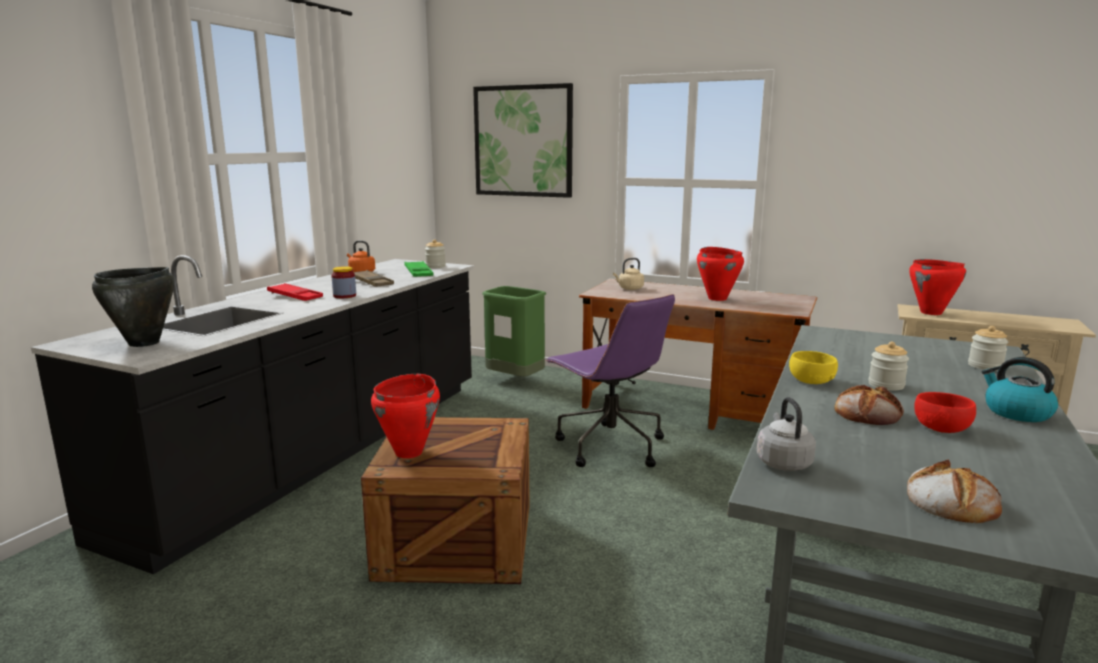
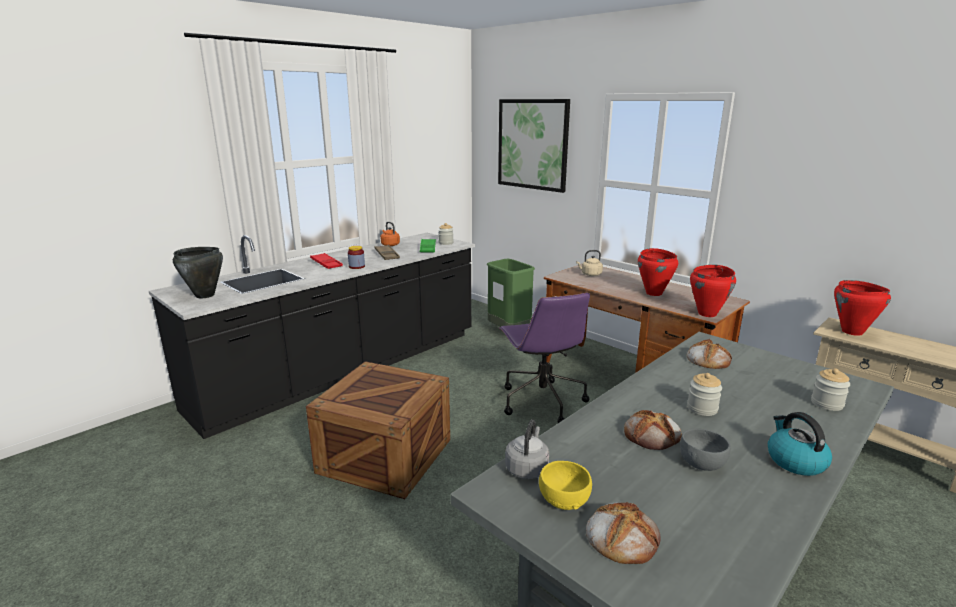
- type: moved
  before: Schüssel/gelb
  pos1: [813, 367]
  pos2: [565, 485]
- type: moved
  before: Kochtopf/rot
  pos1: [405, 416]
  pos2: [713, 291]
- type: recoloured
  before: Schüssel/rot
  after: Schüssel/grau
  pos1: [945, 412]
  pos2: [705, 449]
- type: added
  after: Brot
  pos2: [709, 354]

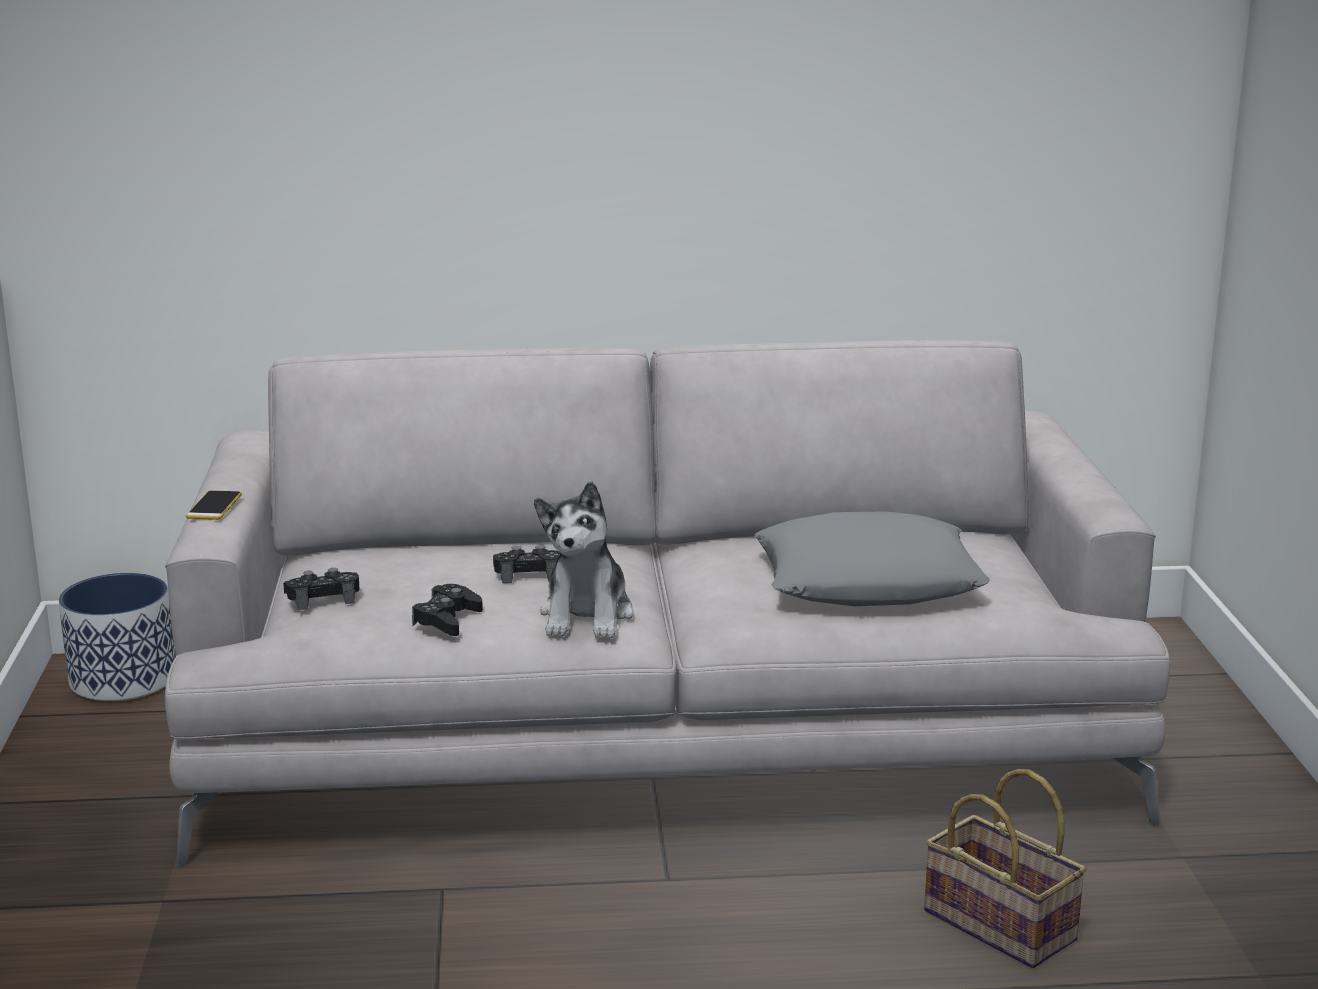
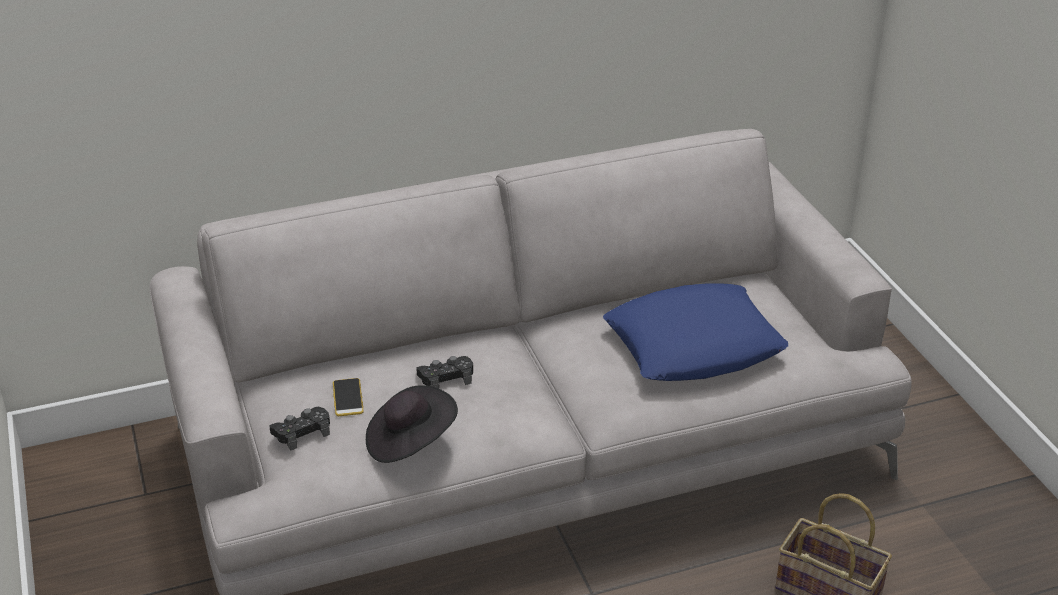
- type: removed
  before: Plüschtier
  pos1: [584, 559]
- type: moved
  before: Handy
  pos1: [214, 505]
  pos2: [348, 397]
- type: recoloured
  before: Kissen/grau
  after: Kissen/blau
  pos1: [872, 558]
  pos2: [695, 332]
- type: removed
  before: Pflanzkübel
  pos1: [117, 637]
- type: replaced
  before: Gamepad/schwarz
  after: Hut/schwarz
  pos1: [447, 610]
  pos2: [412, 424]

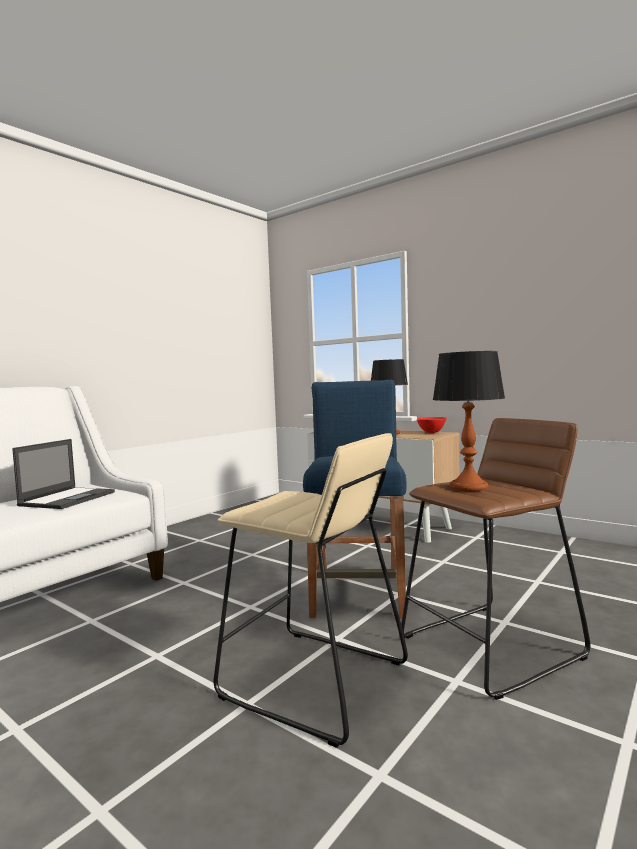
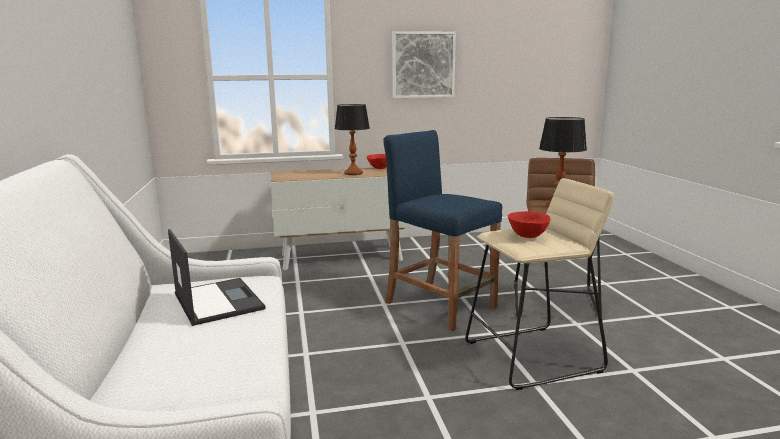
- type: added
  after: Bild
  pos2: [424, 64]
- type: added
  after: Schüssel/rot
  pos2: [529, 224]

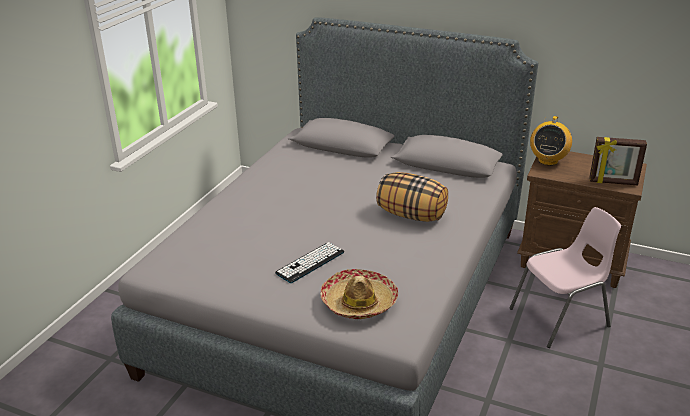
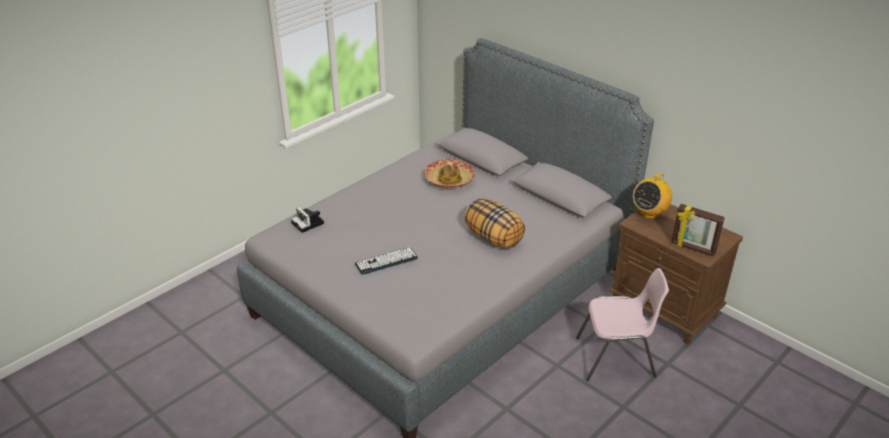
- type: moved
  before: Hut
  pos1: [359, 294]
  pos2: [449, 173]
- type: added
  after: Kamera
  pos2: [307, 220]

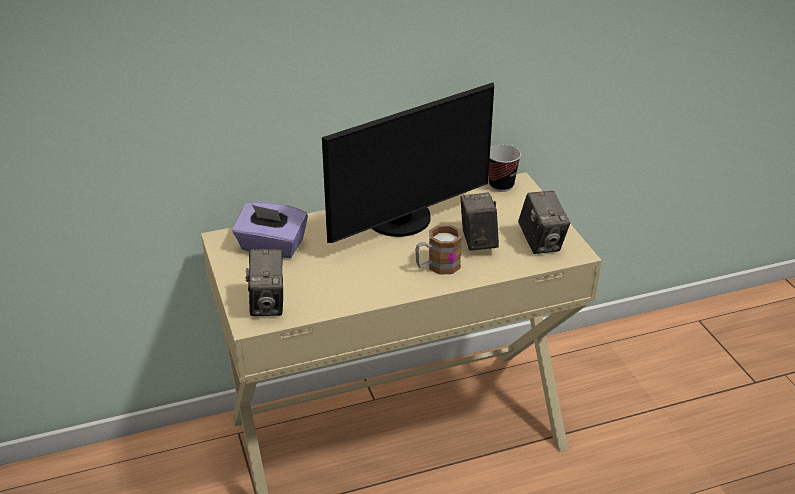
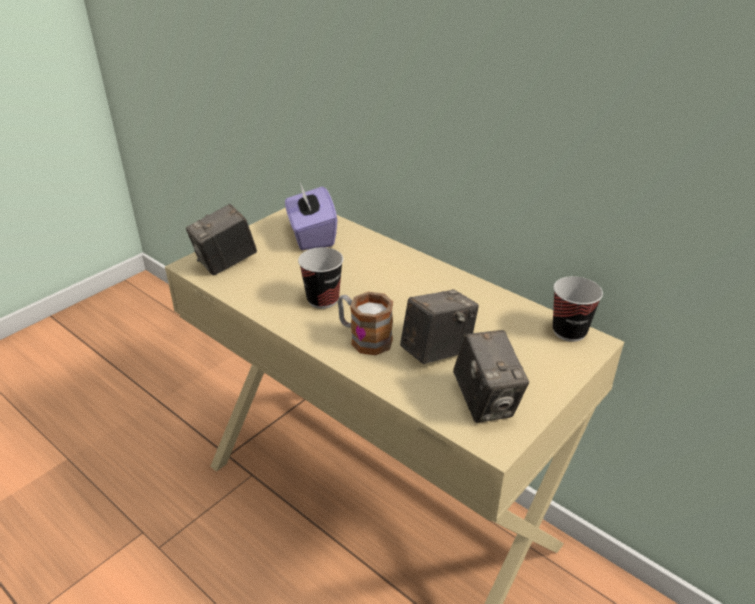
- type: removed
  before: Monitor
  pos1: [408, 162]
- type: turned
  before: Kamera
  pos1: [544, 222]
  pos2: [491, 376]
  turn: -60
- type: added
  after: Tasse
  pos2: [320, 278]

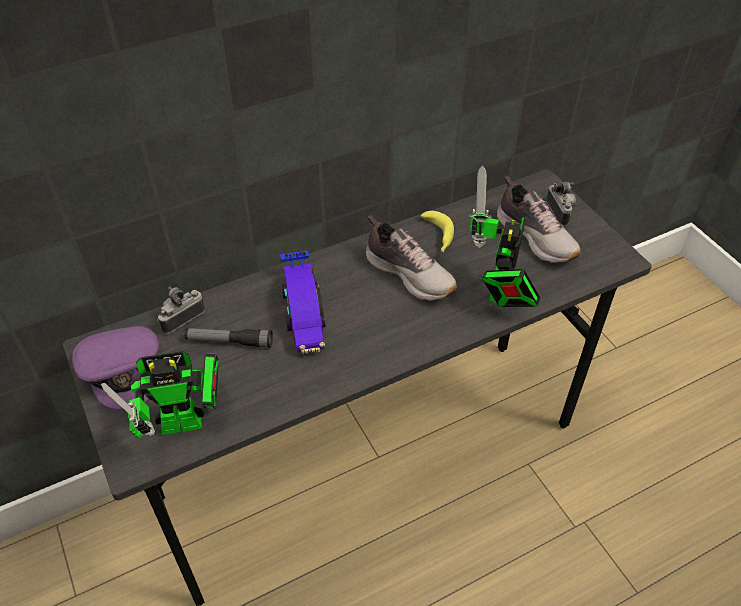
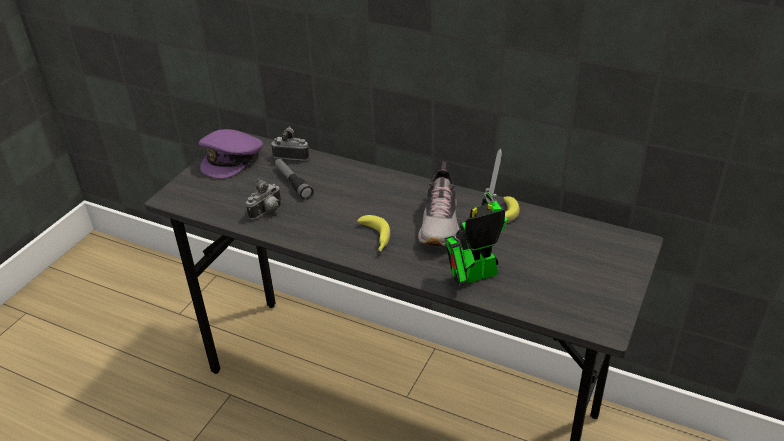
- type: removed
  before: Schuh
  pos1: [539, 219]
- type: moved
  before: Kamera
  pos1: [561, 204]
  pos2: [263, 199]
- type: removed
  before: Spielzeugauto
  pos1: [303, 302]
- type: removed
  before: Spielzeugroboter
  pos1: [160, 395]
- type: added
  after: Banane
  pos2: [373, 233]

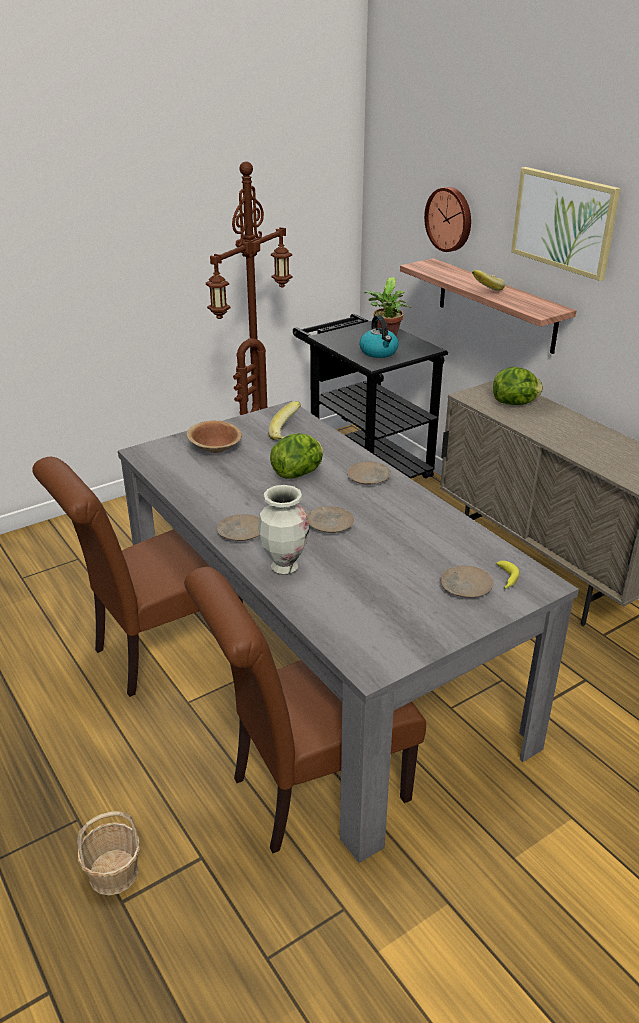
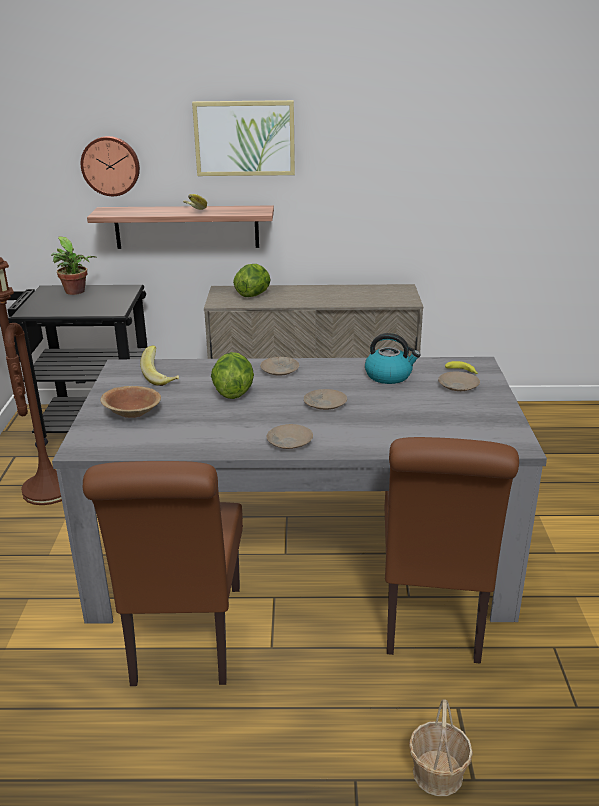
- type: moved
  before: Wasserkessel
  pos1: [379, 336]
  pos2: [393, 358]
- type: removed
  before: Vase
  pos1: [283, 530]

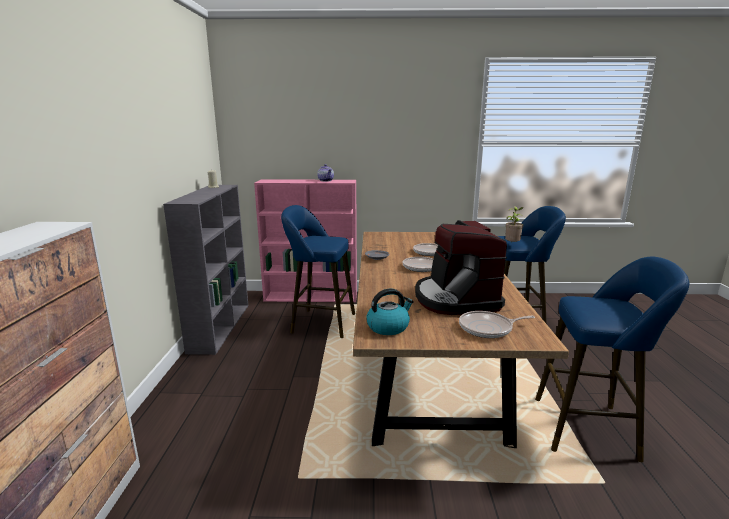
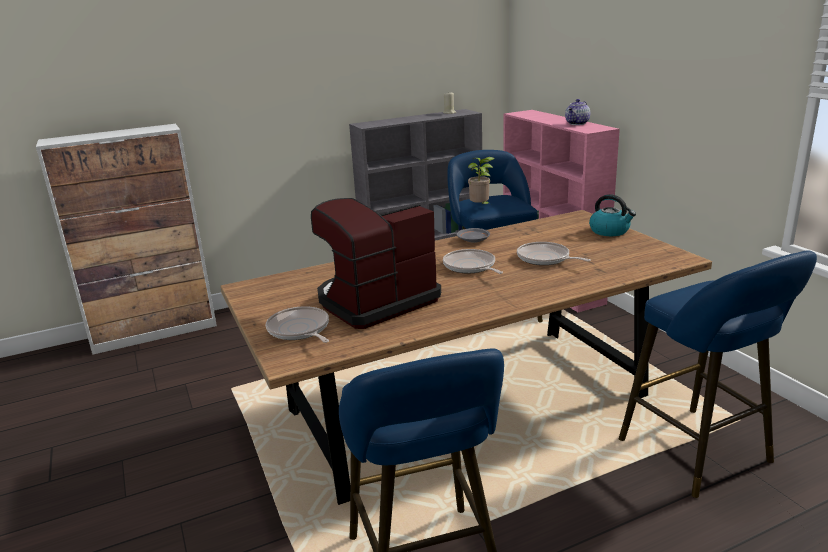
- type: moved
  before: Topfpflanze
  pos1: [514, 224]
  pos2: [481, 180]
- type: moved
  before: Wasserkessel
  pos1: [390, 311]
  pos2: [612, 215]

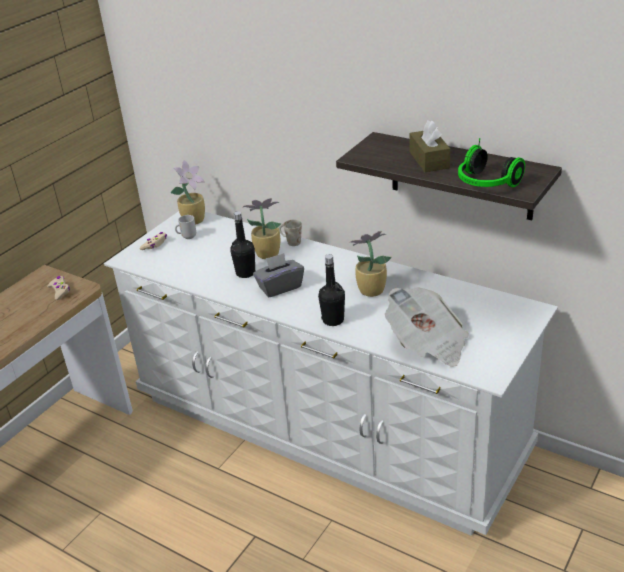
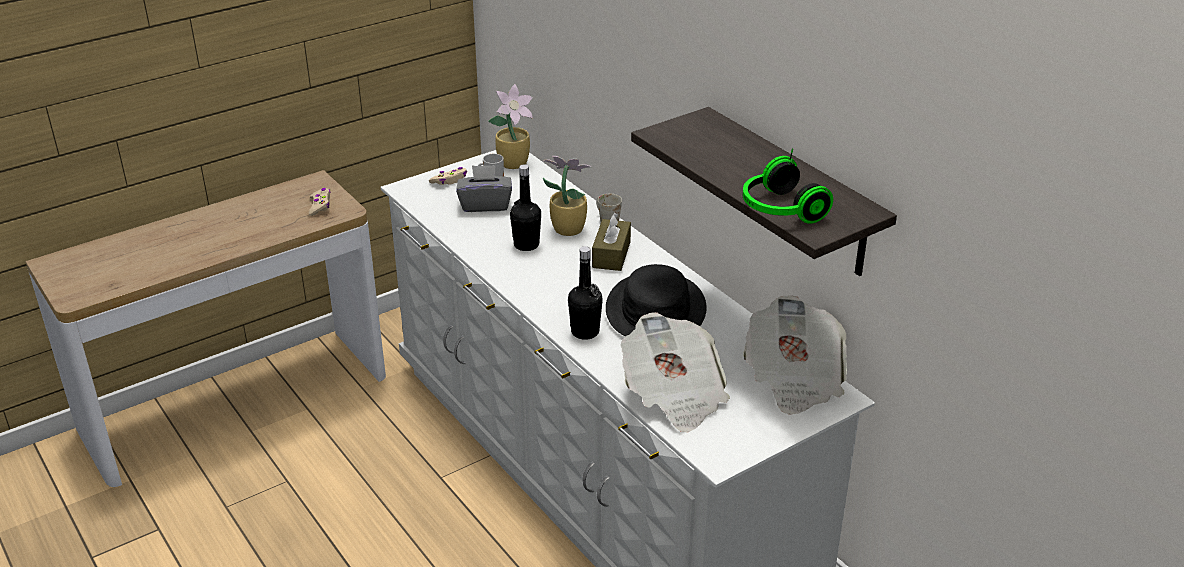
- type: moved
  before: Taschentuchbox/braun
  pos1: [430, 146]
  pos2: [611, 242]
- type: replaced
  before: Topfpflanze
  after: Hut/schwarz
  pos1: [370, 264]
  pos2: [656, 300]
- type: moved
  before: Taschentuchbox/grau
  pos1: [278, 275]
  pos2: [484, 188]
- type: added
  after: Zeitung
  pos2: [795, 355]

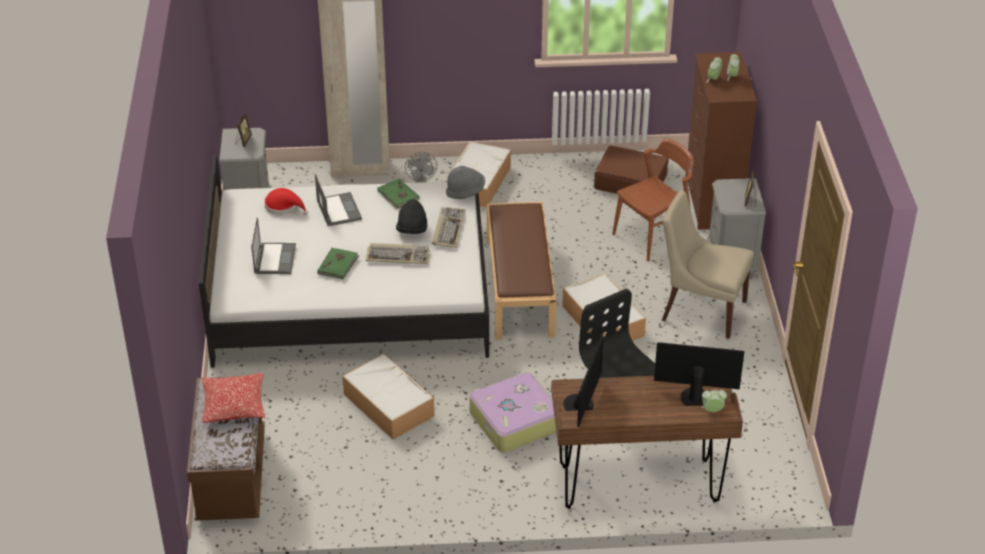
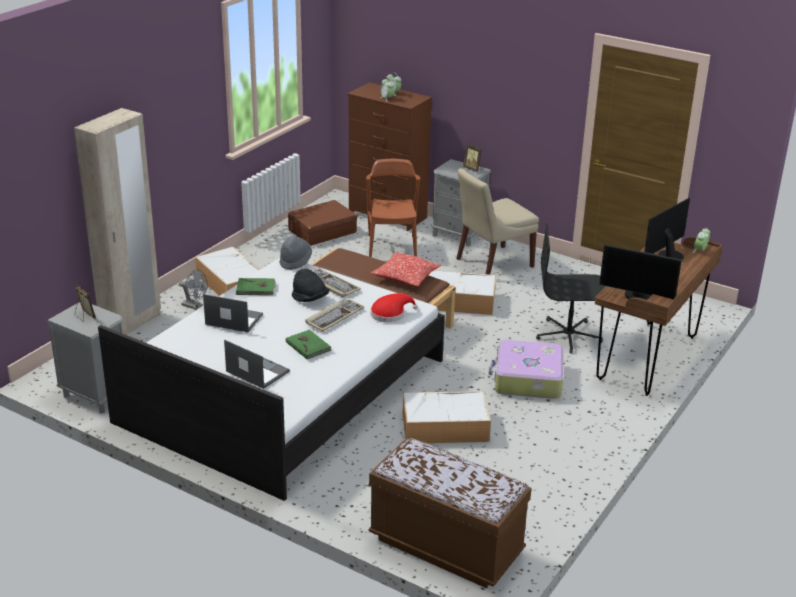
- type: moved
  before: Hut/rot
  pos1: [286, 201]
  pos2: [394, 307]
- type: turned
  before: Monitor
  pos1: [583, 381]
  pos2: [640, 272]
  turn: 150
- type: moved
  before: Kissen
  pos1: [233, 397]
  pos2: [406, 269]

